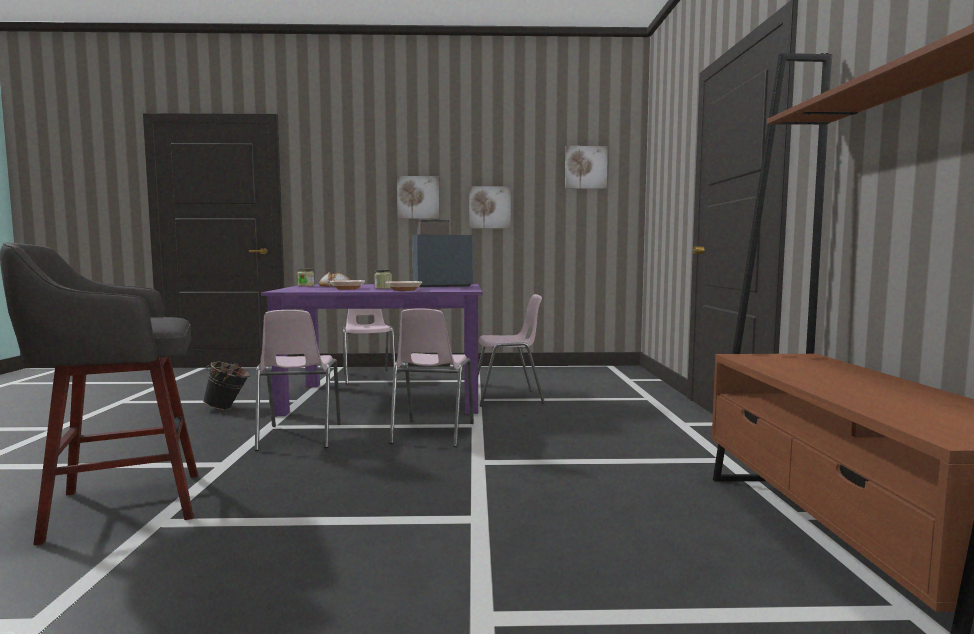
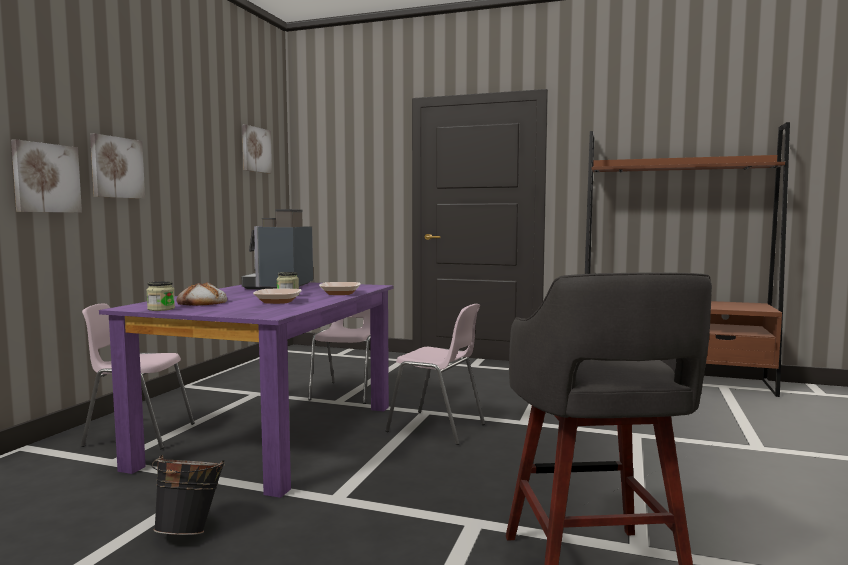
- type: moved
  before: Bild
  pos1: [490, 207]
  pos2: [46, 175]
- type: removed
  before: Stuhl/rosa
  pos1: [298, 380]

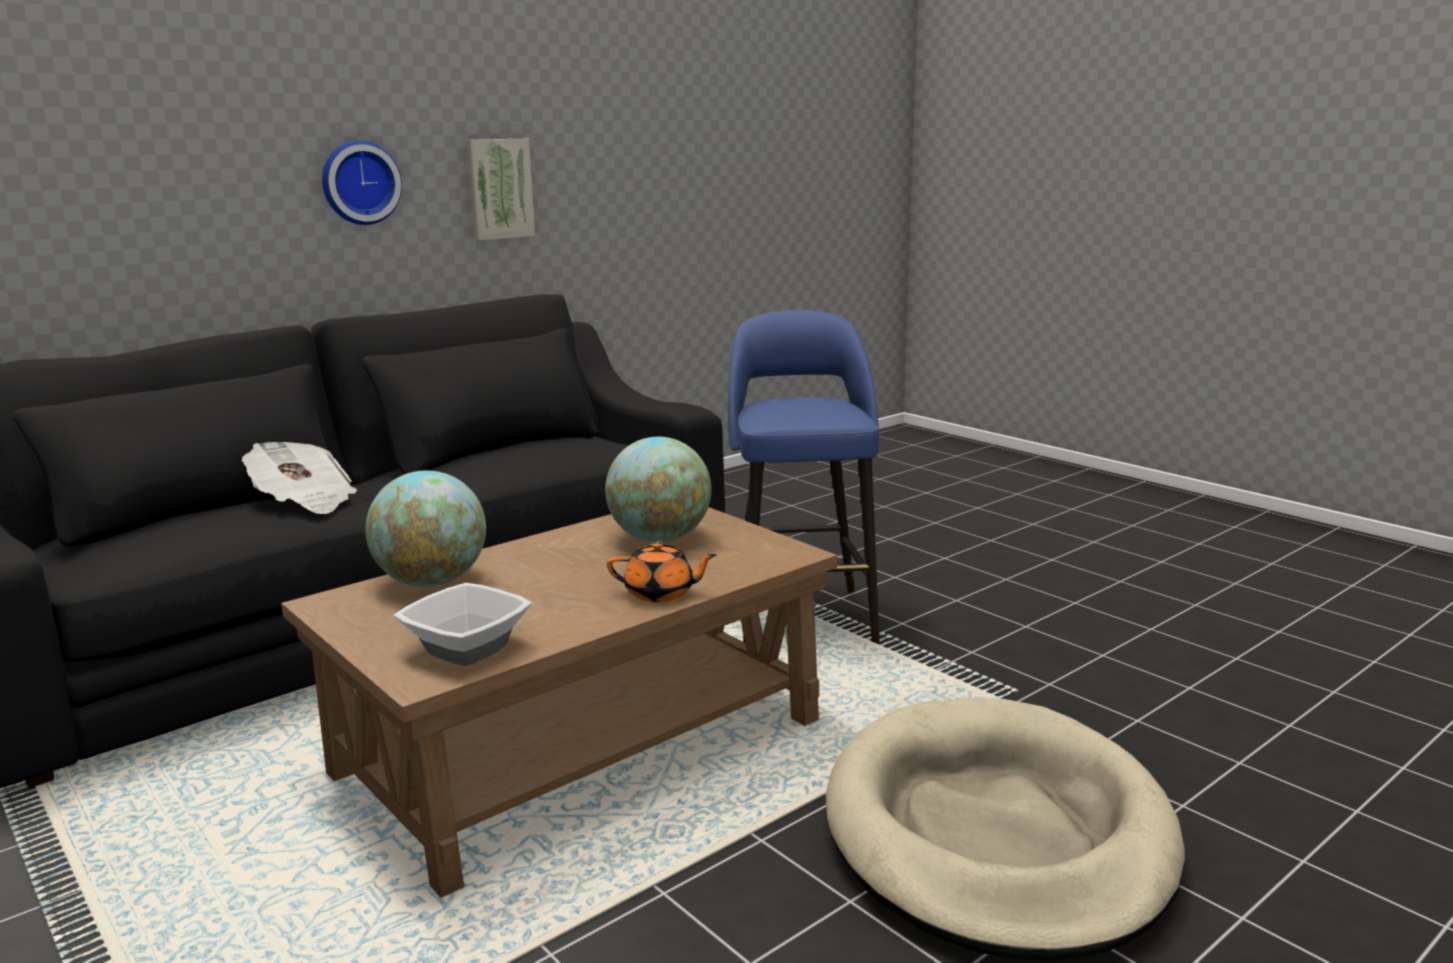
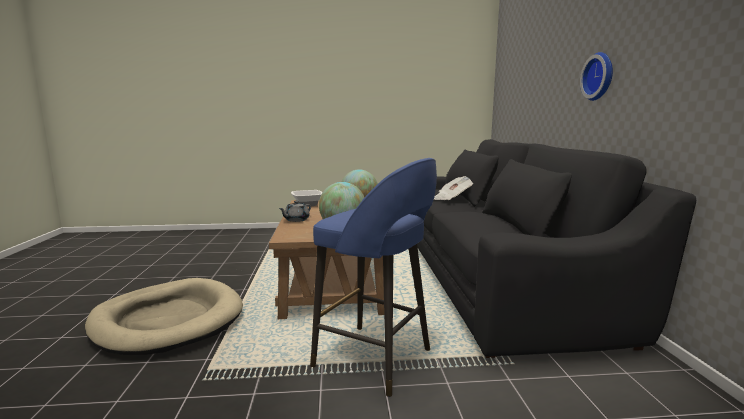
- type: removed
  before: Bild
  pos1: [500, 189]
- type: recoloured
  before: Teekanne/orange
  after: Teekanne/grau
  pos1: [662, 572]
  pos2: [295, 211]

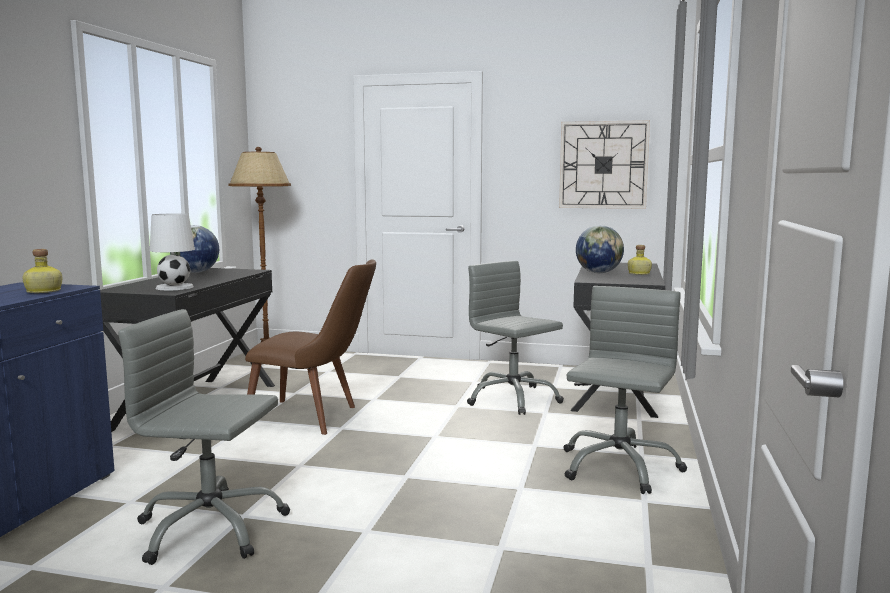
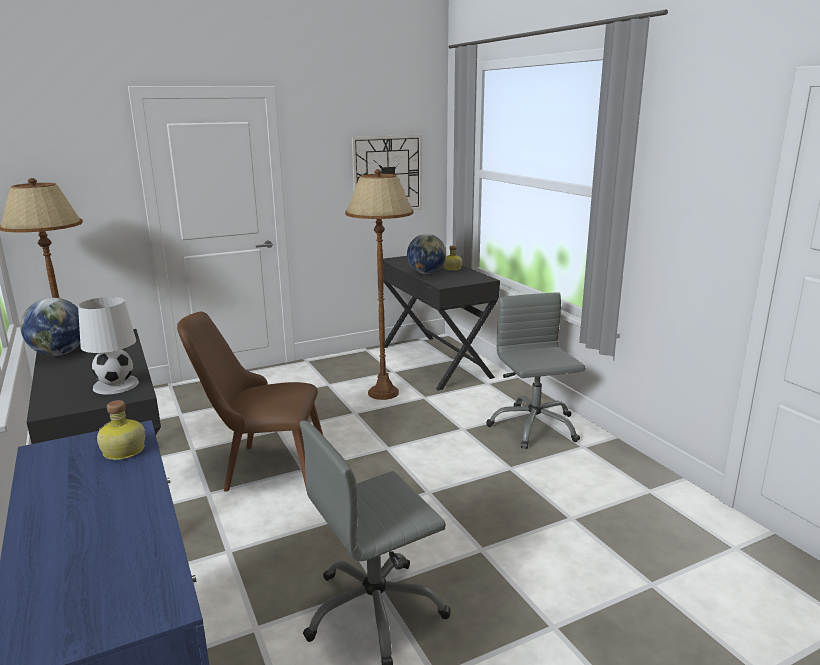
- type: turned
  before: Stuhl/braun
  pos1: [310, 347]
  pos2: [250, 401]
  turn: -150
- type: replaced
  before: Bürostuhl/grau
  after: Stehlampe/braun
  pos1: [515, 338]
  pos2: [379, 284]

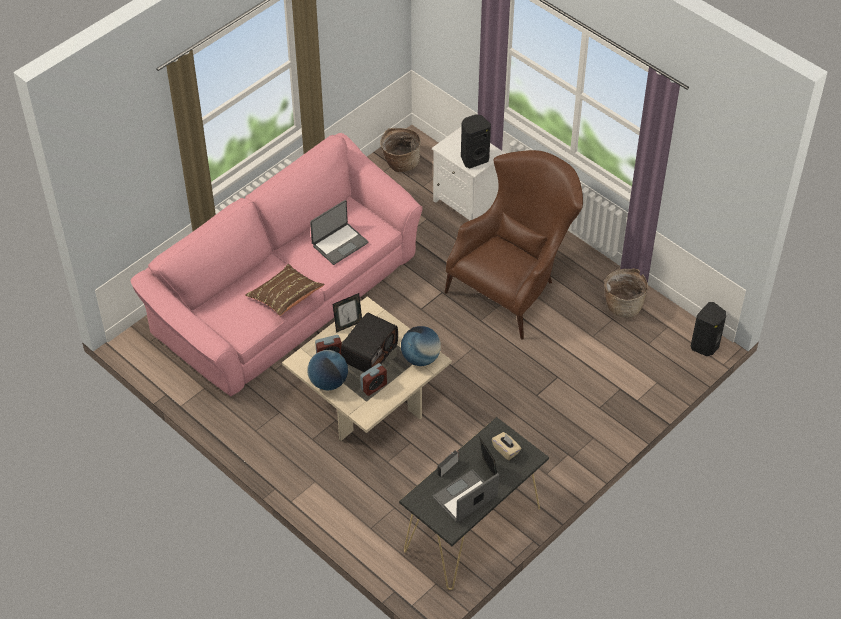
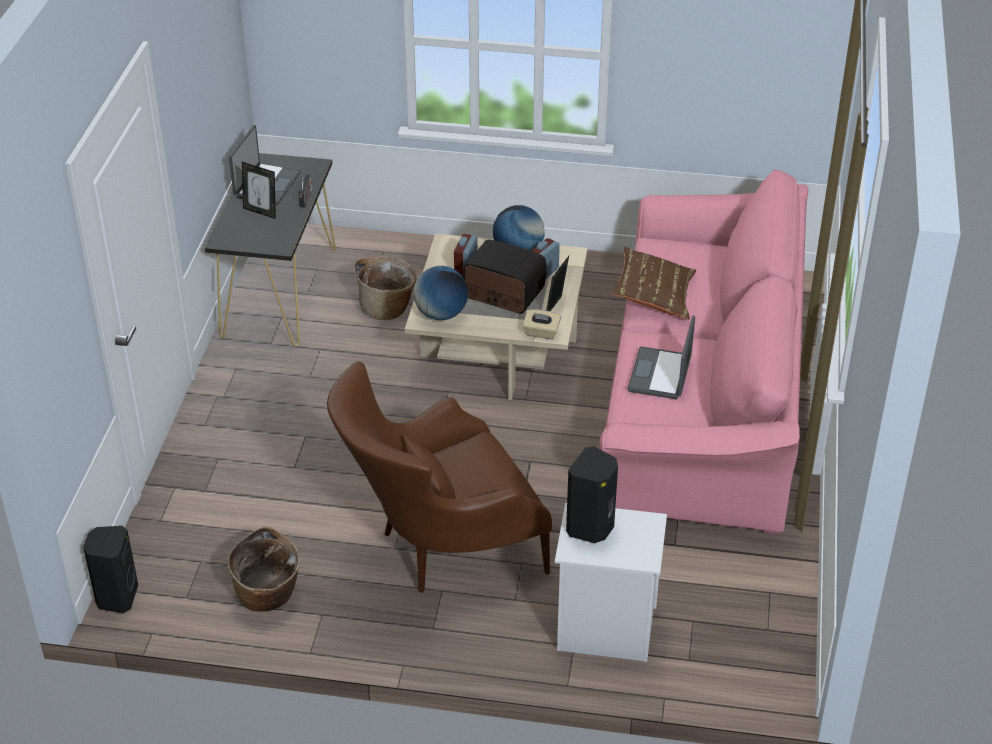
- type: moved
  before: Korb
  pos1: [400, 150]
  pos2: [385, 288]
- type: turned
  before: Sessel/braun
  pos1: [514, 245]
  pos2: [439, 477]
  turn: 60
- type: turned
  before: Radio
  pos1: [369, 342]
  pos2: [504, 277]
  turn: 120
- type: moved
  before: Taschentuchbox/beige
  pos1: [507, 446]
  pos2: [542, 324]

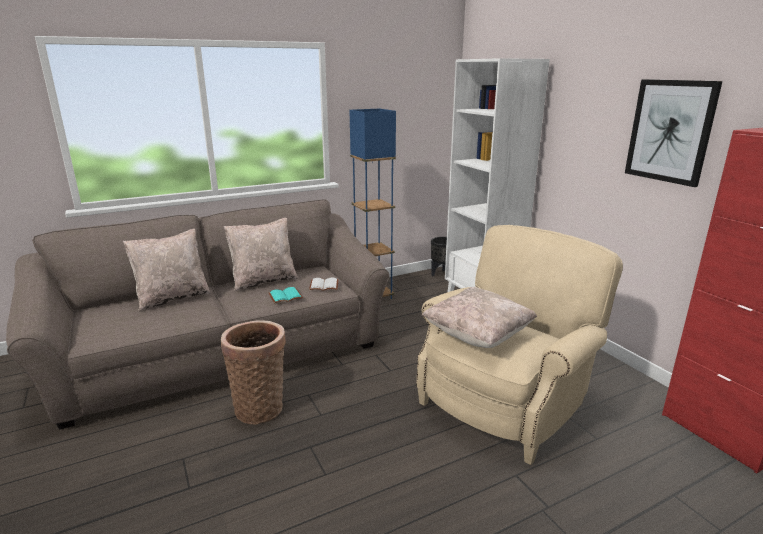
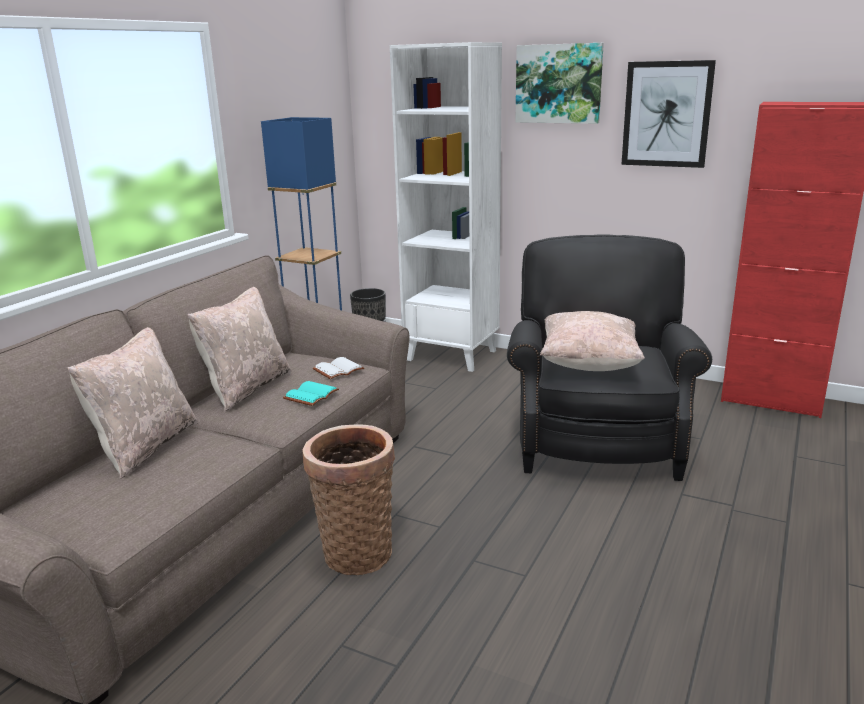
- type: recoloured
  before: Sessel/beige
  after: Sessel/schwarz
  pos1: [519, 345]
  pos2: [609, 357]
- type: added
  after: Bild
  pos2: [559, 83]

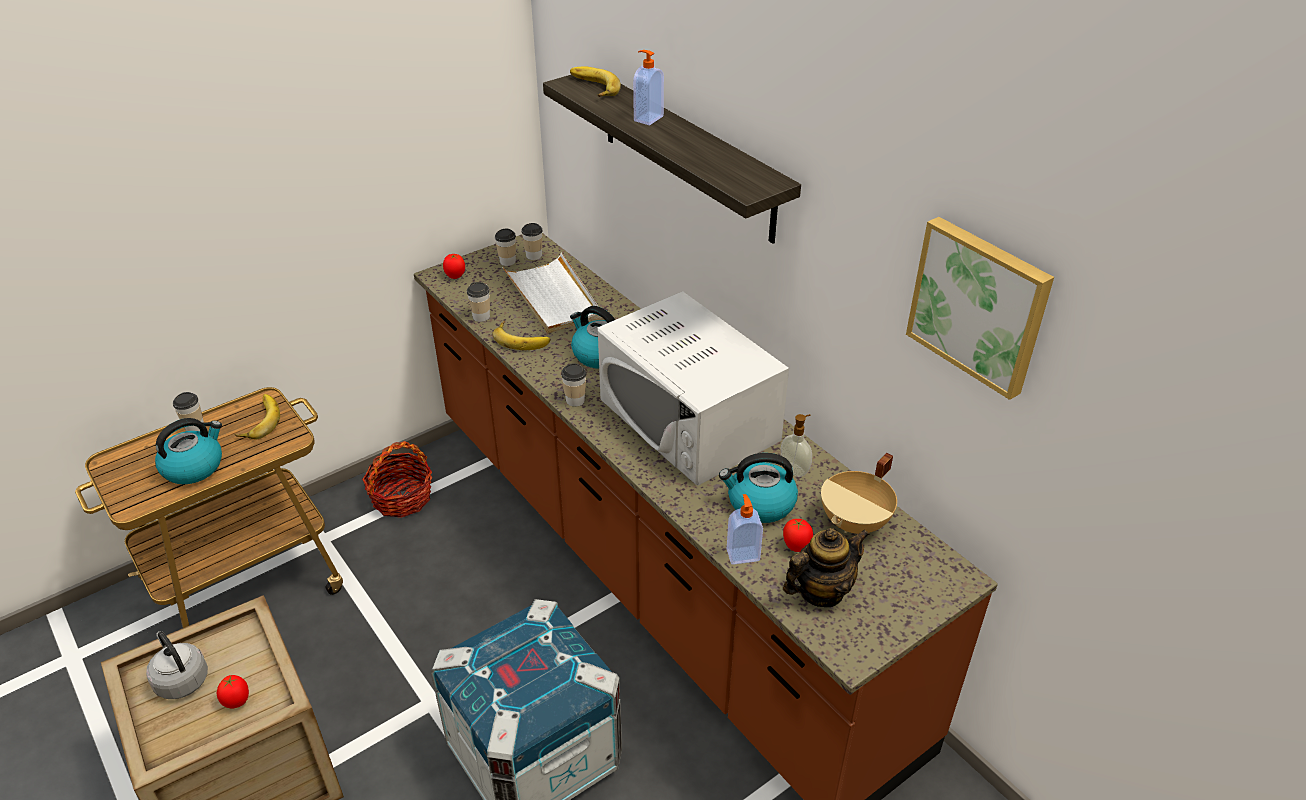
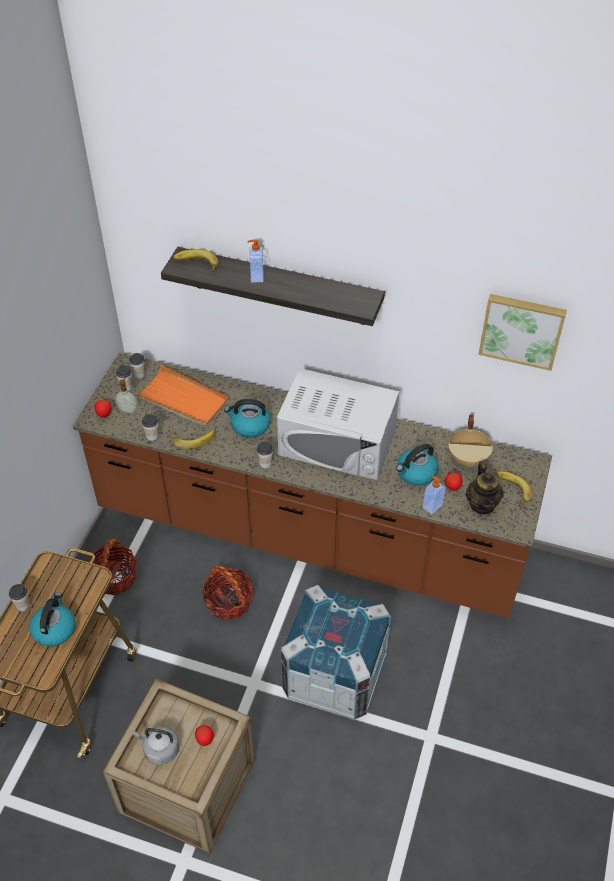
- type: recoloured
  before: Tablett/weiß
  after: Tablett/orange
  pos1: [552, 292]
  pos2: [182, 396]
- type: moved
  before: Banane
  pos1: [257, 416]
  pos2: [514, 488]
- type: moved
  before: Seifenspender
  pos1: [796, 445]
  pos2: [126, 395]
- type: turned
  before: Teekanne
  pos1: [826, 567]
  pos2: [485, 488]
  turn: 150
- type: added
  after: Korb
  pos2: [227, 593]

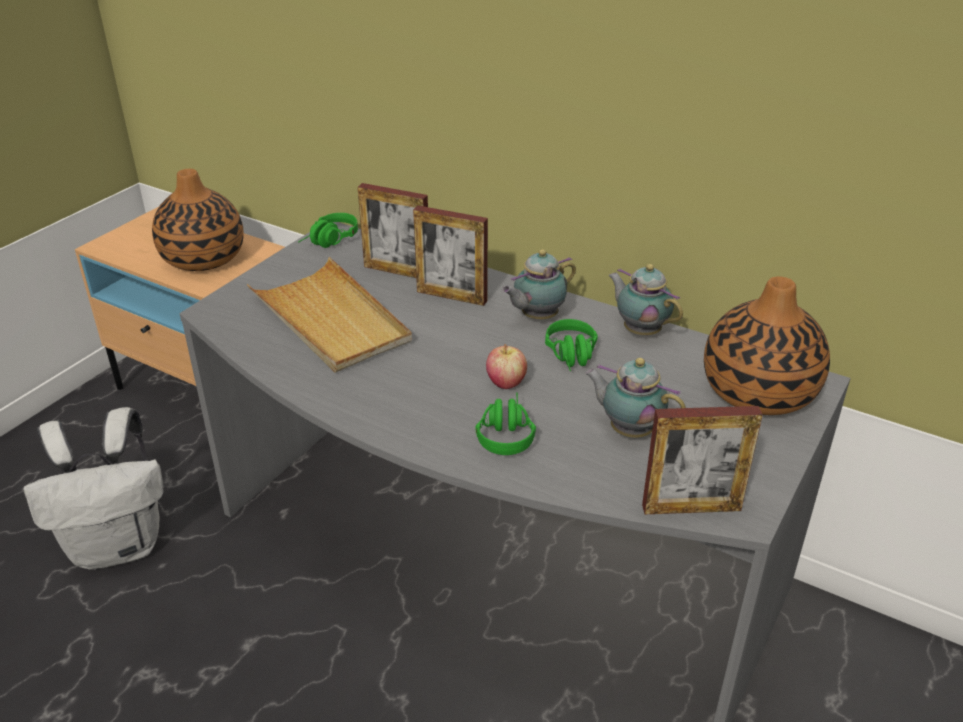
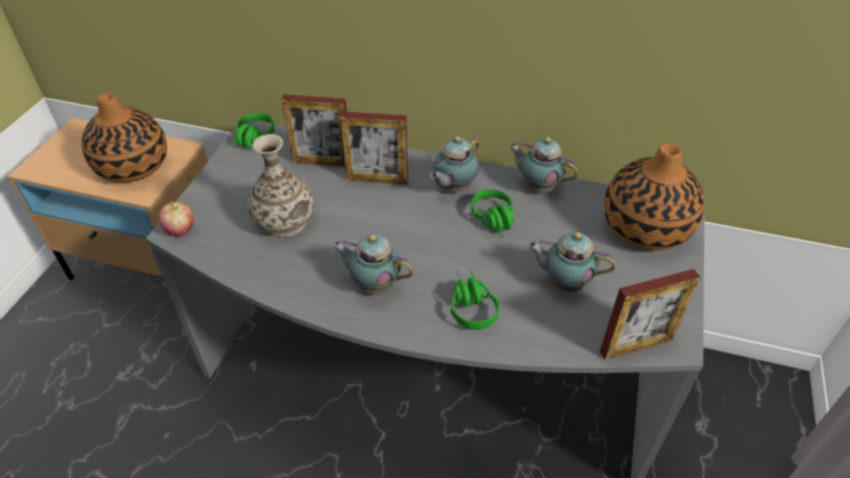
- type: replaced
  before: Tablett/beige
  after: Vase
  pos1: [329, 315]
  pos2: [281, 185]
- type: moved
  before: Apfel
  pos1: [506, 366]
  pos2: [176, 219]
- type: removed
  before: Rucksack/weiß
  pos1: [93, 488]
- type: added
  after: Teekanne
  pos2: [373, 264]

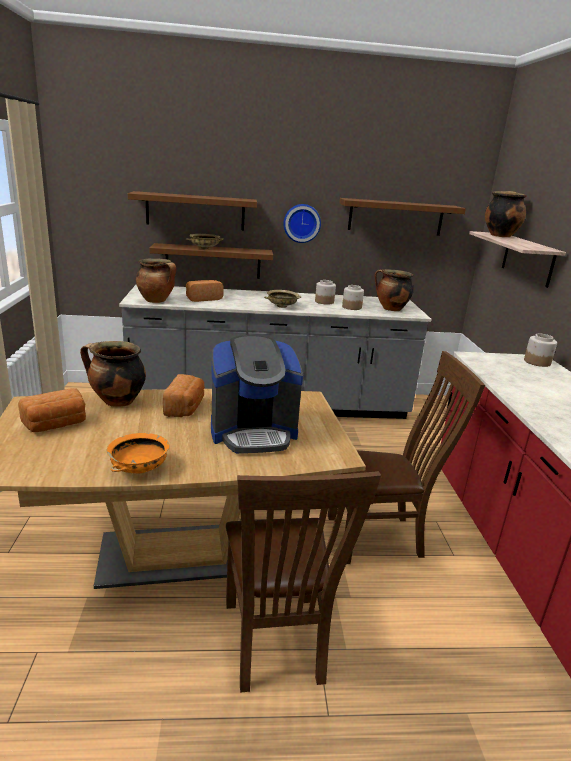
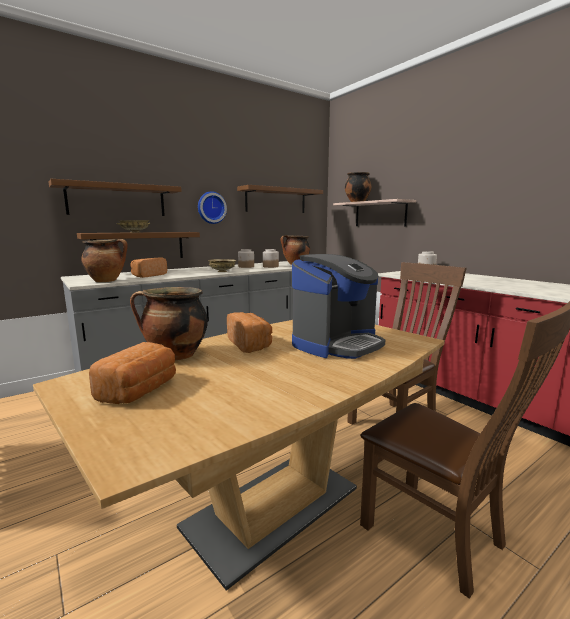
- type: removed
  before: Schüssel/orange
  pos1: [138, 453]

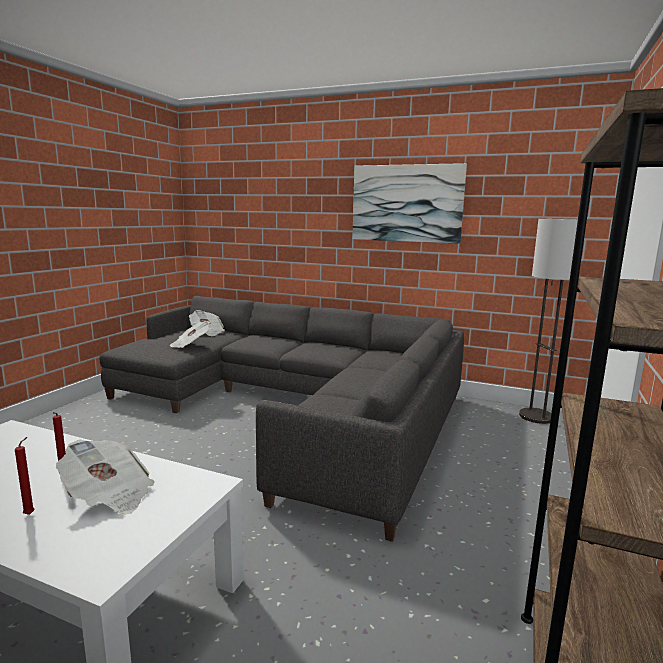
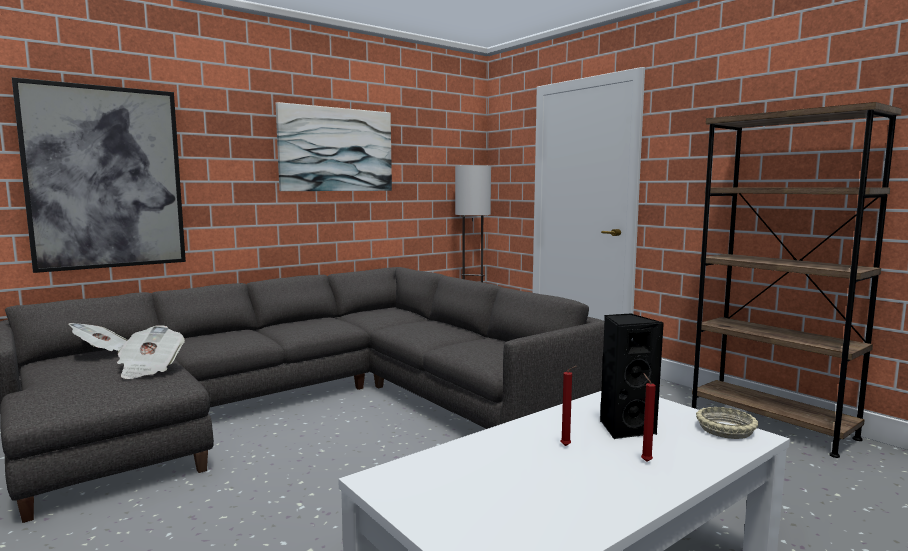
- type: replaced
  before: Zeitung
  after: Lautsprecher/schwarz
  pos1: [105, 477]
  pos2: [632, 376]
- type: added
  after: Bild
  pos2: [99, 175]
- type: added
  after: Schüssel/beige
  pos2: [727, 423]

